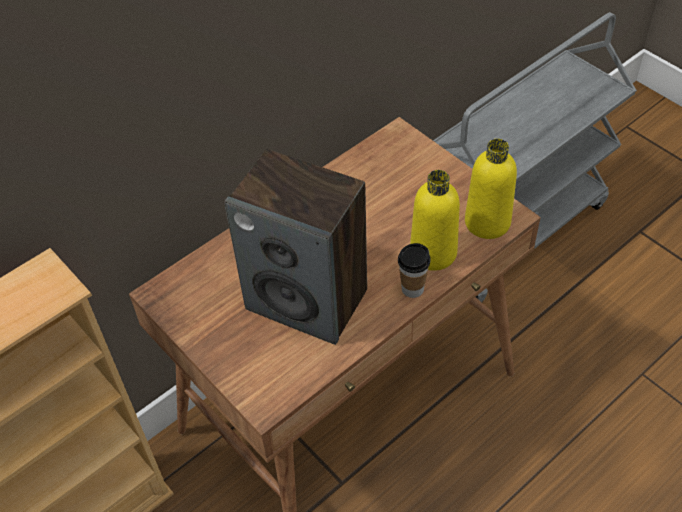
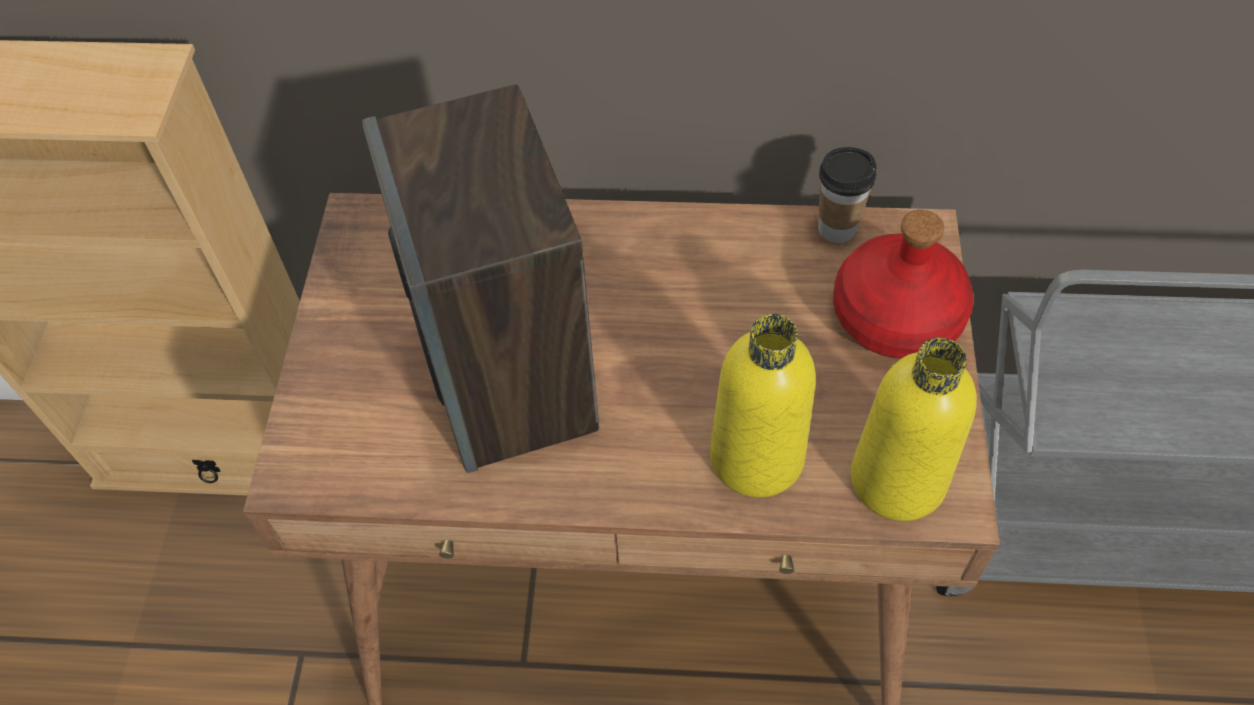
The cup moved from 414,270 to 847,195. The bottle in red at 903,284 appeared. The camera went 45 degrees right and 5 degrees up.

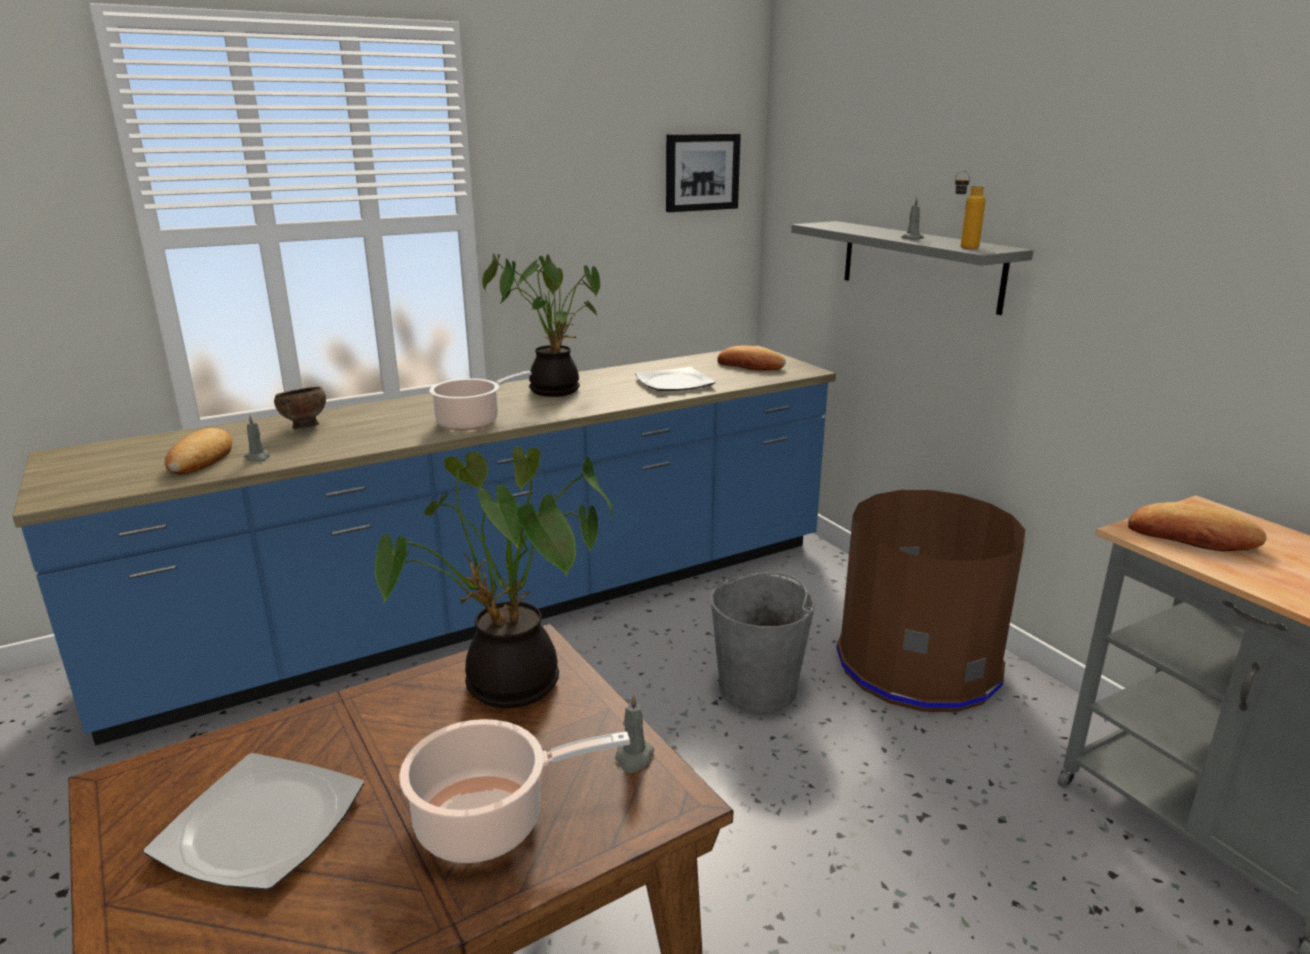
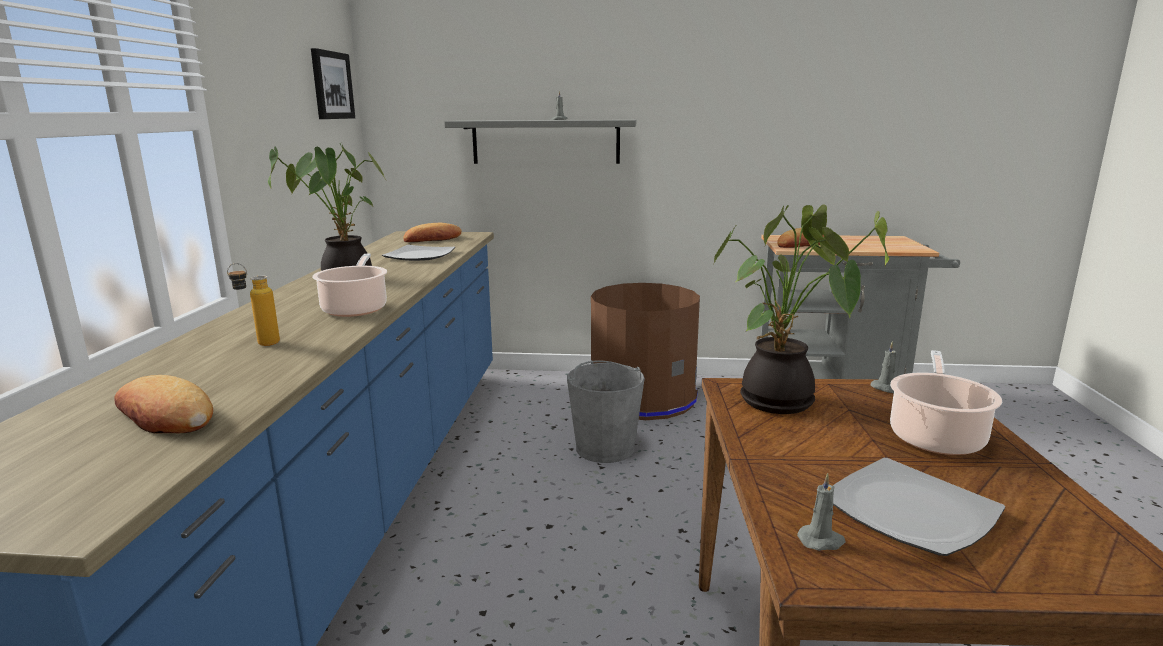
The bottle moved from 970,210 to 253,304. The candle in grey moved from 257,438 to 821,512. The bowl in brown at 300,408 disappeared. The camera went 55 degrees left and 5 degrees down.

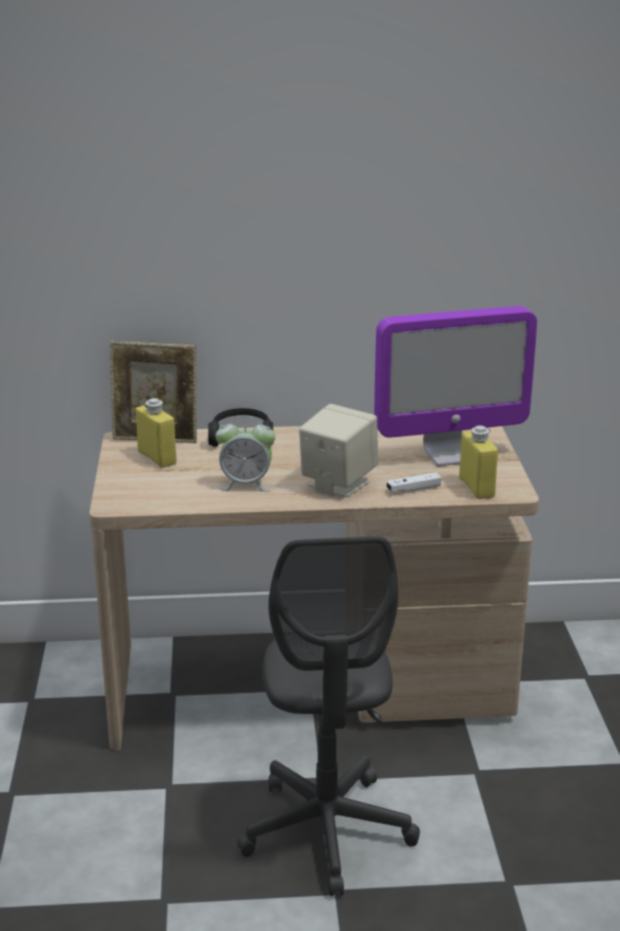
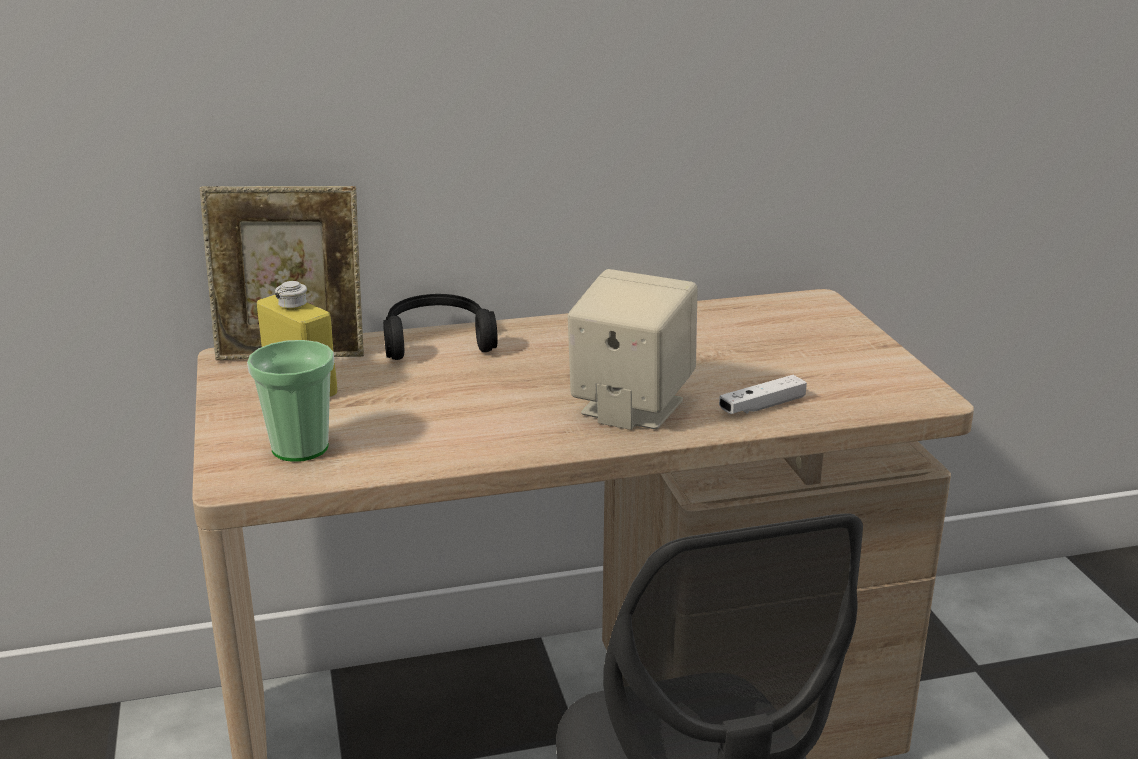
The cup at 290,401 appeared. The alarm clock at 245,453 disappeared. The monitor at 455,386 disappeared. The bottle in yellow at 478,462 disappeared. The camera went 10 degrees left and 0 degrees up.

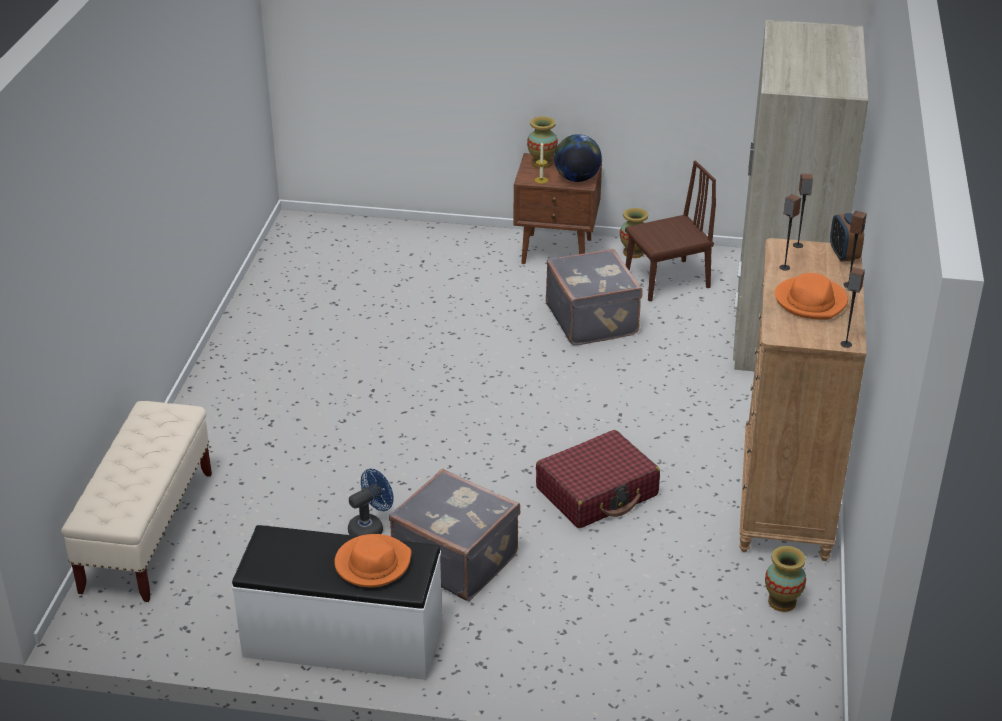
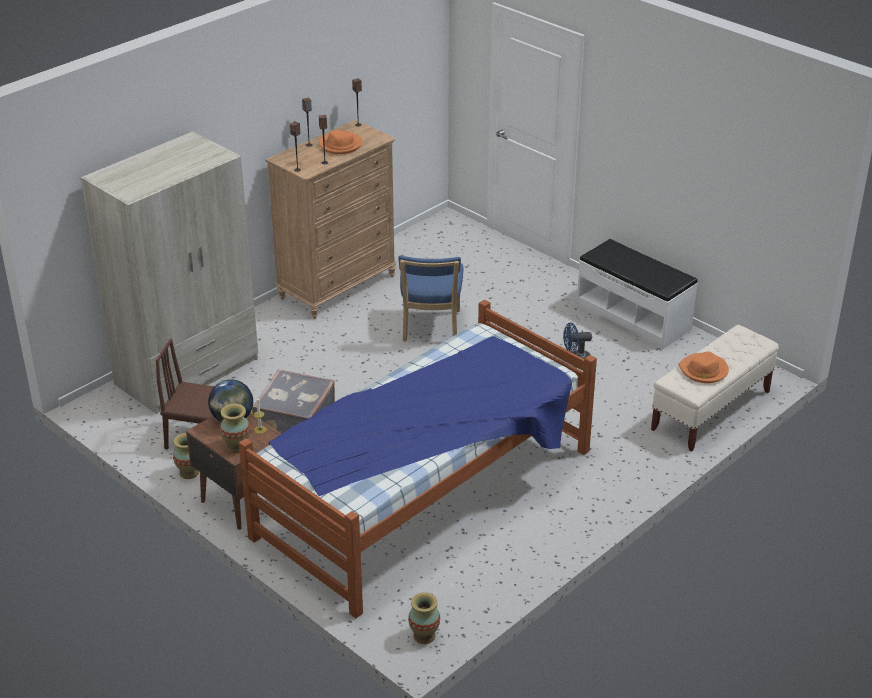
The bed at 418,458 appeared. The suitcase in red at 598,479 was replaced by the chair in blue at 430,299. The vase moved from 785,579 to 424,618. The hat in orange moved from 373,560 to 704,367. The suitcase in grey at 454,535 disappeared. The alarm clock at 847,237 disappeared. The camera went 145 degrees left and 0 degrees up.

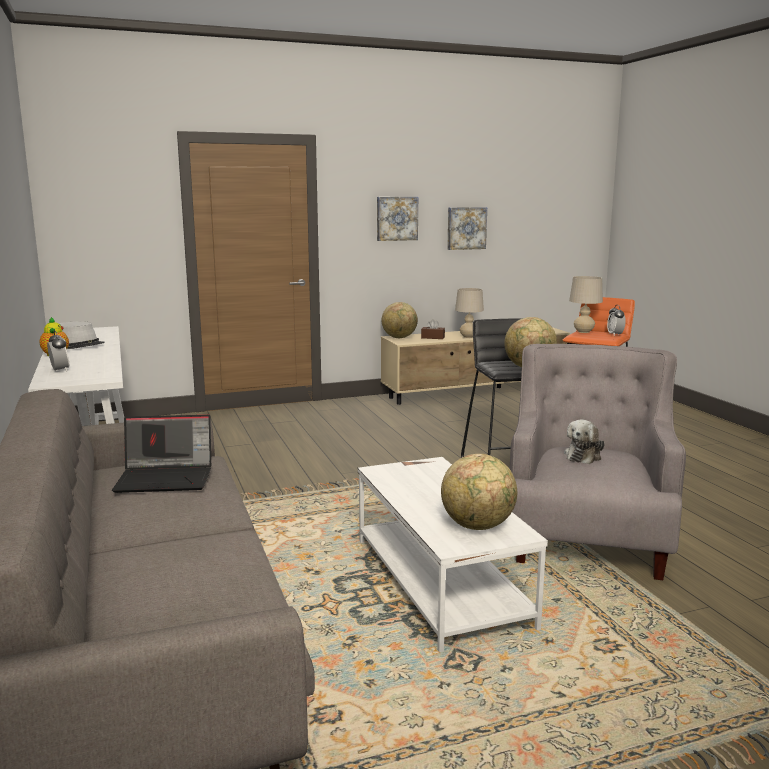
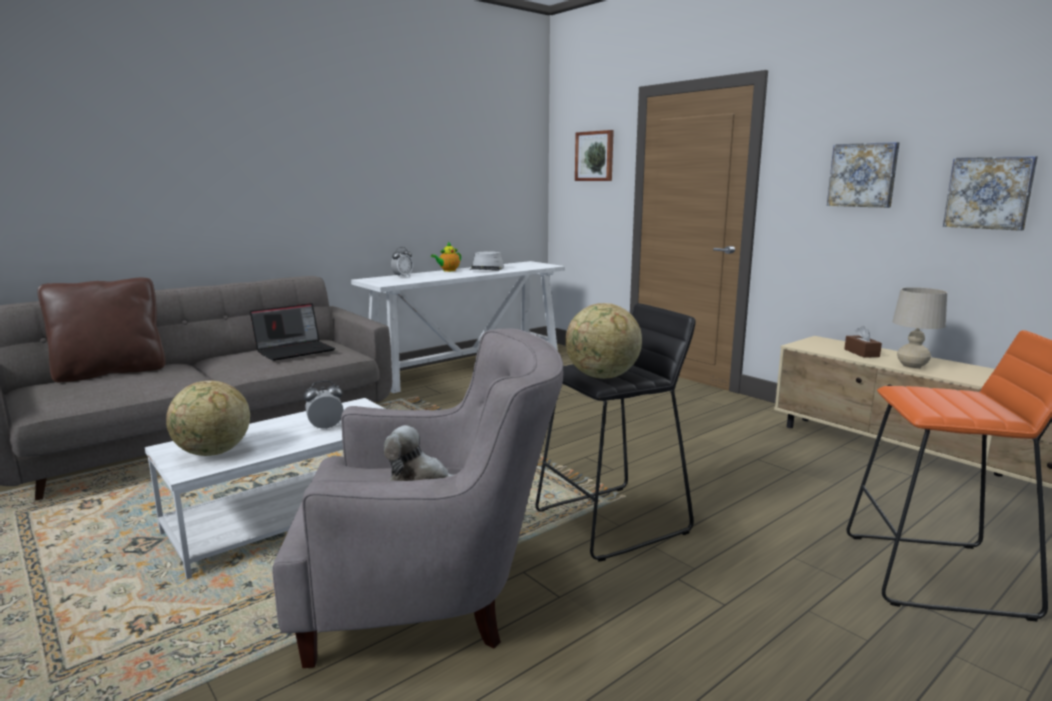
The pillow in brown at 101,330 appeared. The laptop at 161,454 turned 105 degrees counterclockwise. The alarm clock moved from 616,320 to 324,405. The picture at 594,155 appeared. The globe at 399,320 disappeared. The table lamp in beige at 586,304 disappeared. The camera went 70 degrees right and 0 degrees up.

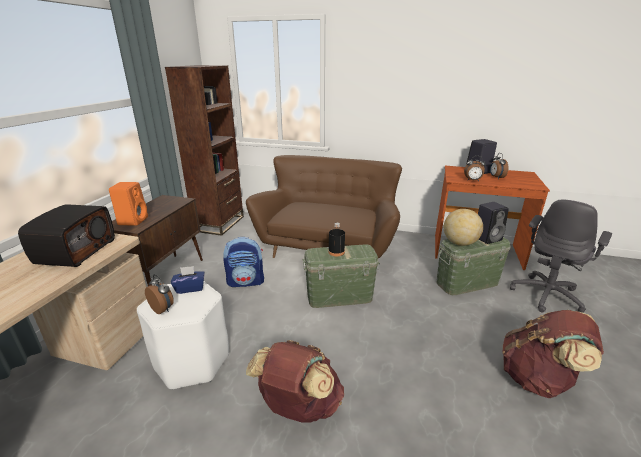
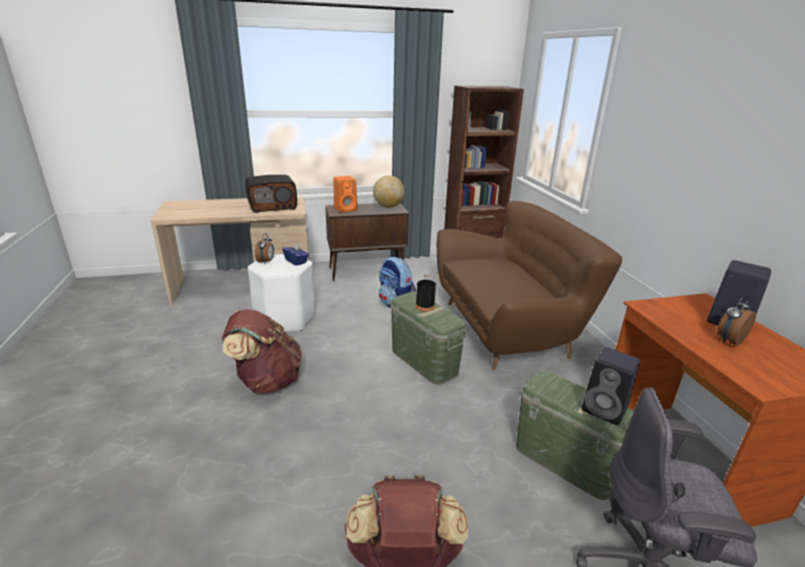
The globe moved from 463,227 to 388,191. The alarm clock at 475,168 disappeared. The camera went 60 degrees right and 0 degrees up.

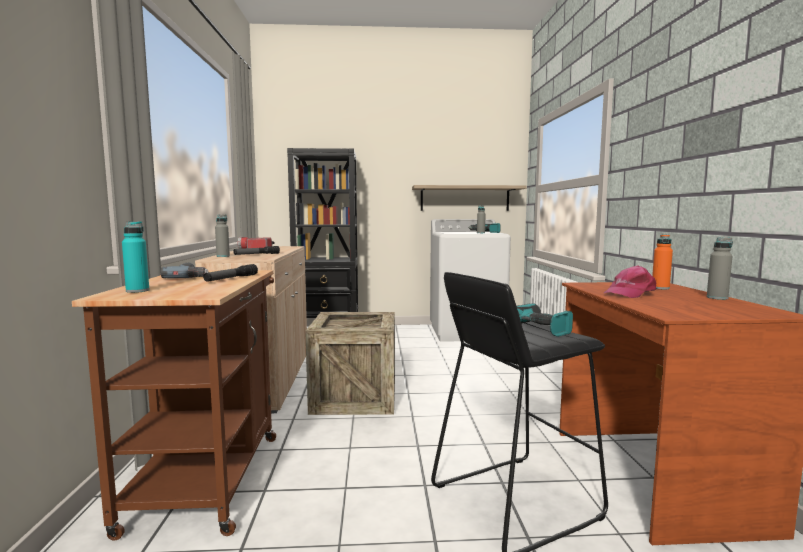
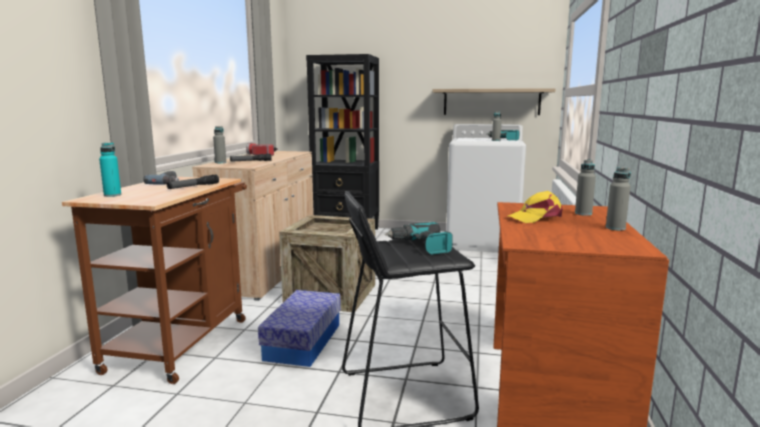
The storage box at 299,328 appeared. The cap in pink at 630,281 became the cap in yellow at 535,207. The bottle in orange at 662,261 became the bottle in grey at 585,187. The camera went 15 degrees right and 5 degrees up.

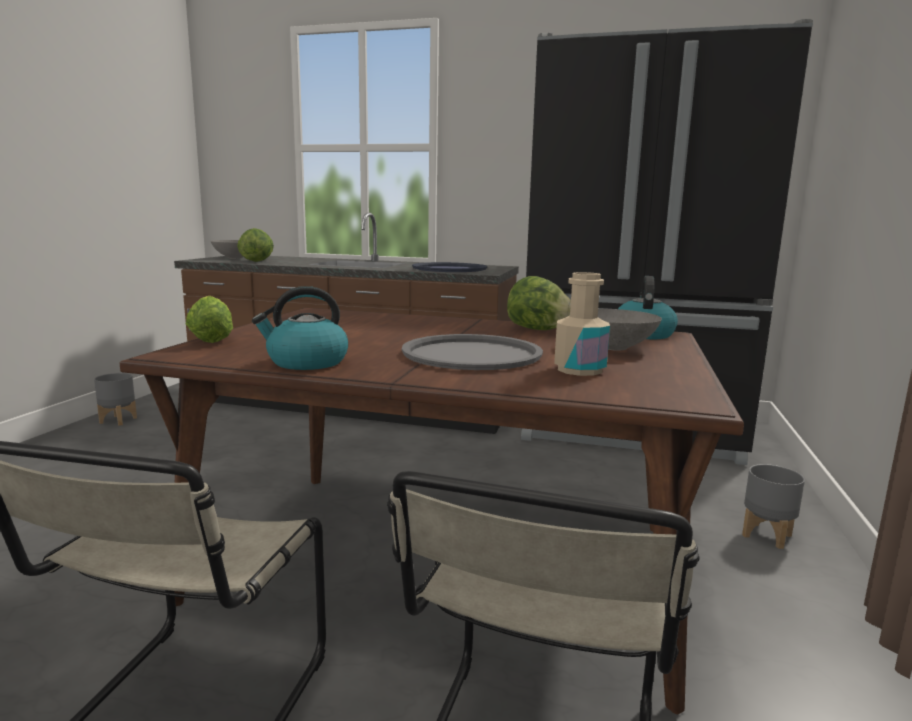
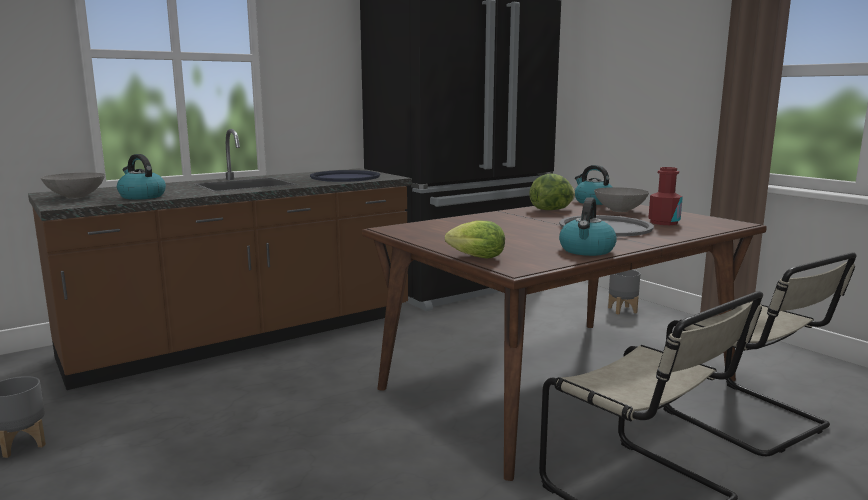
The lettuce at 255,245 was replaced by the kettle at 141,177. The bottle in beige at 582,324 became the bottle in red at 665,196. The camera went 50 degrees left and 0 degrees up.

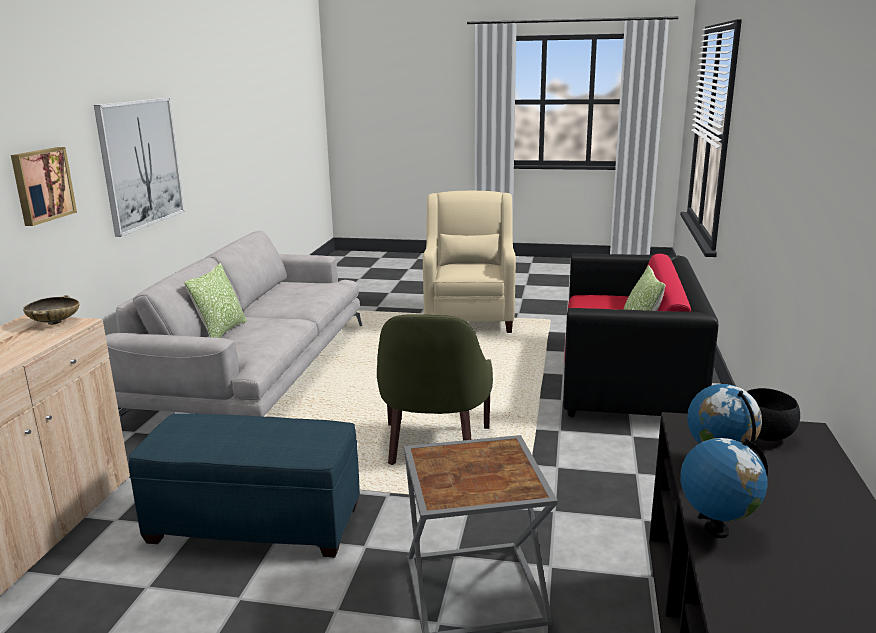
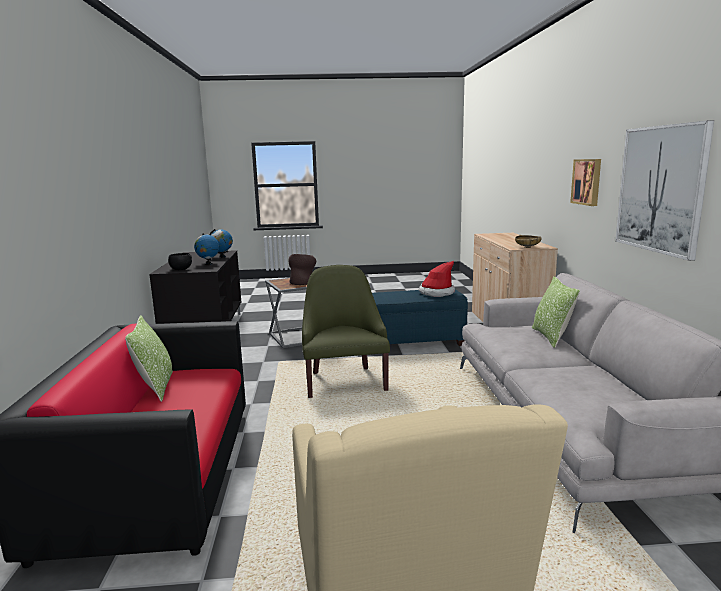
The vase in brown at 302,269 appeared. The hat at 437,279 appeared. The camera went 165 degrees right and 5 degrees down.

